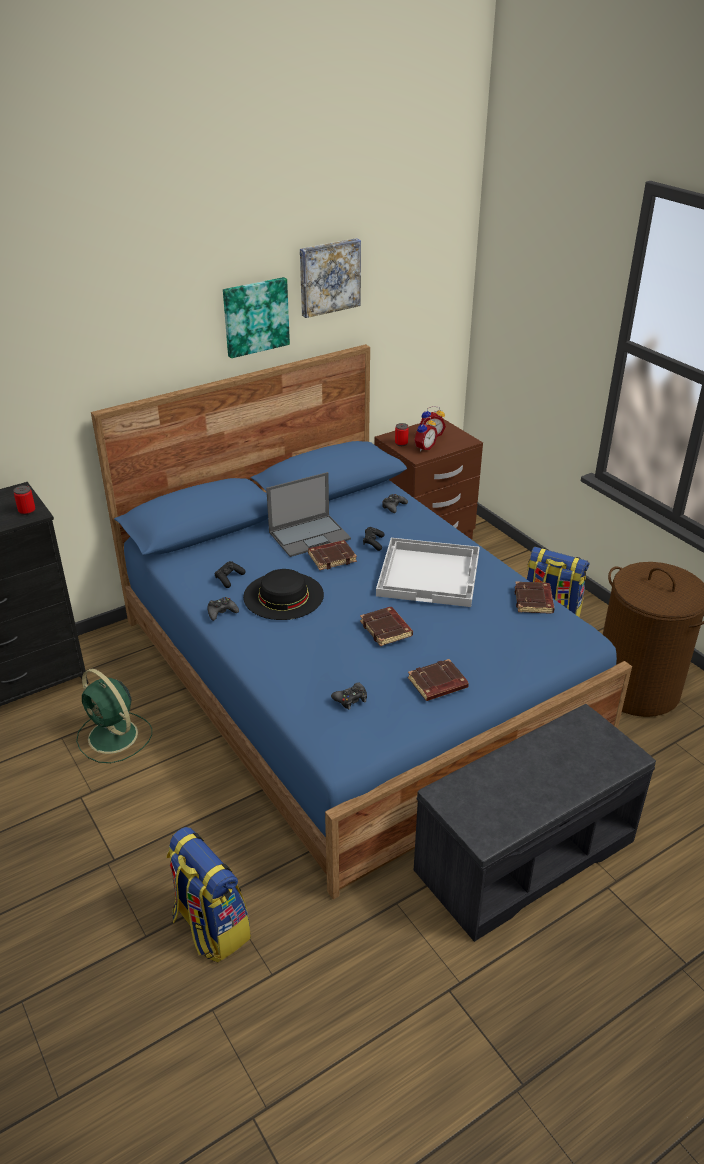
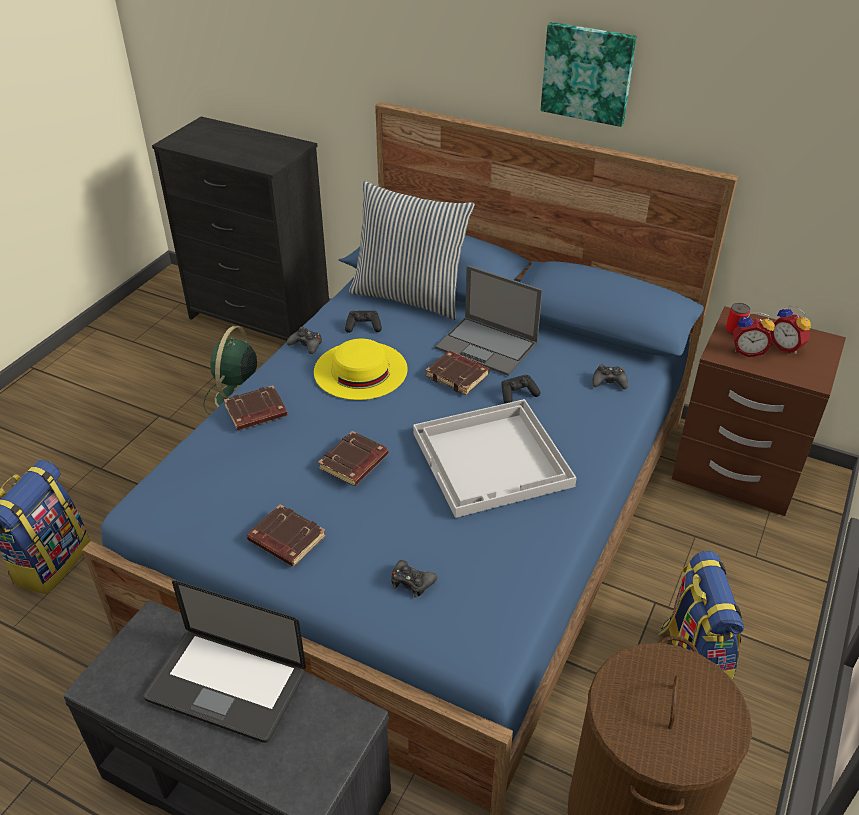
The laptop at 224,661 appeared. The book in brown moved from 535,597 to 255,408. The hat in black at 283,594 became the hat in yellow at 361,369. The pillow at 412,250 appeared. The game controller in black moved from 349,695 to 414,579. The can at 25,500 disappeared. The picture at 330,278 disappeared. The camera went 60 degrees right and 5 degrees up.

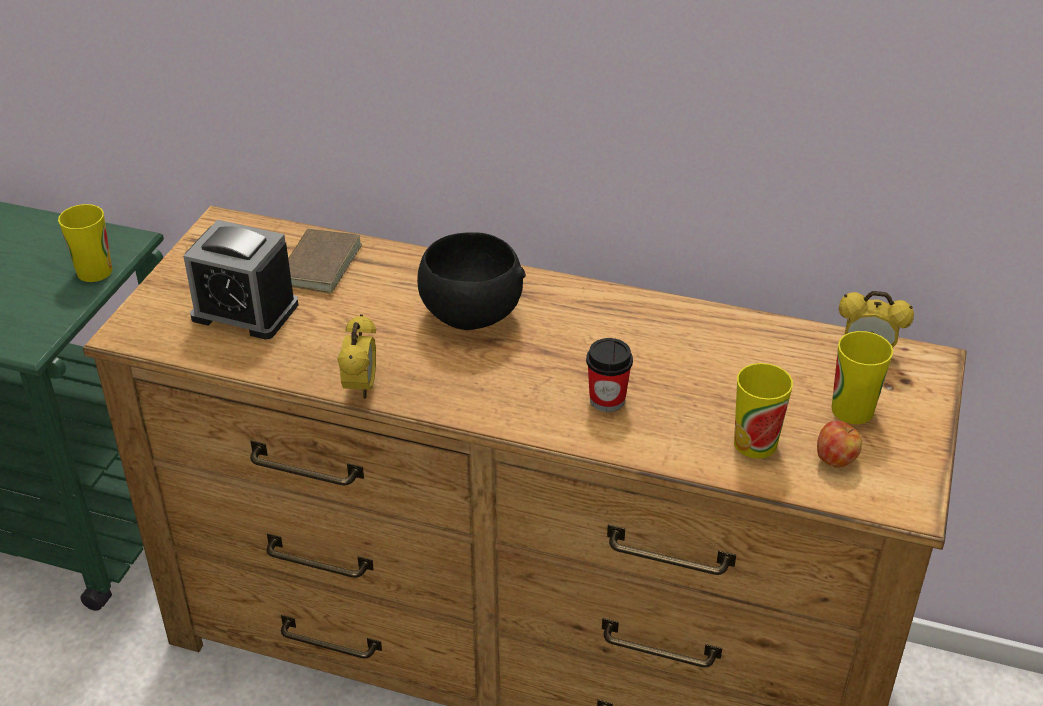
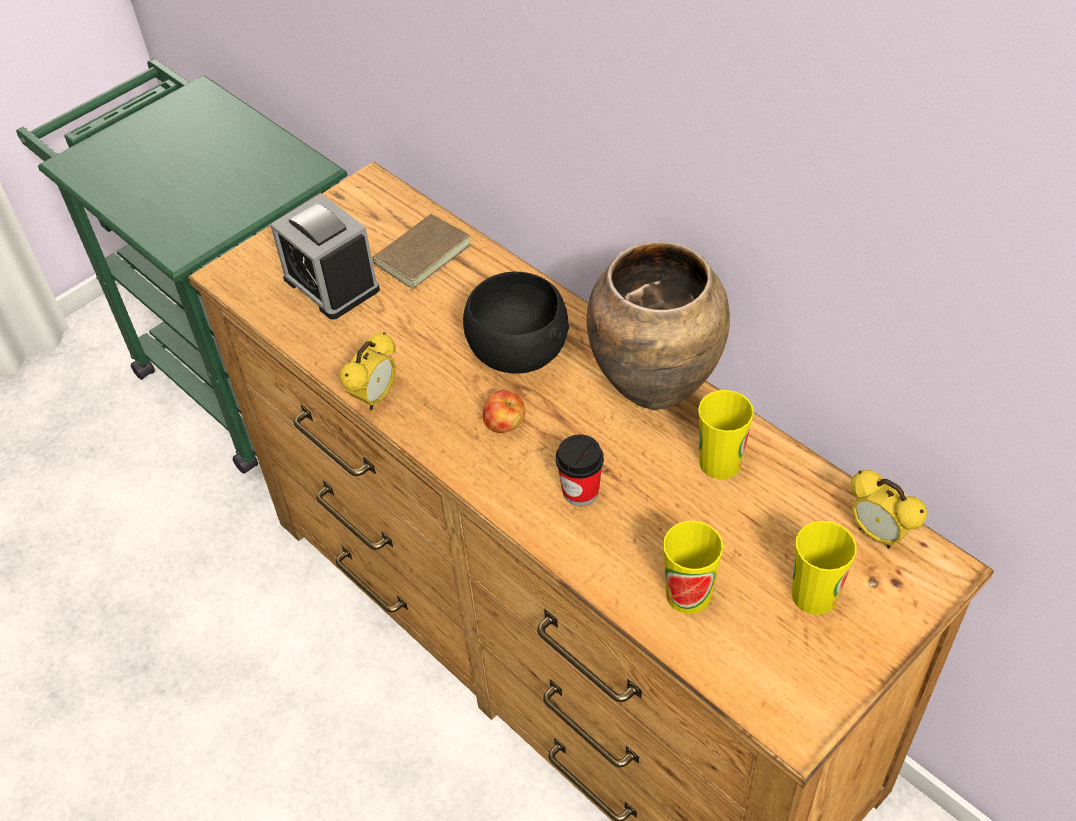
The apple moved from 839,444 to 504,411. The vase in brown at 658,325 appeared. The cup moved from 85,243 to 726,434. The camera went 30 degrees right and 10 degrees up.

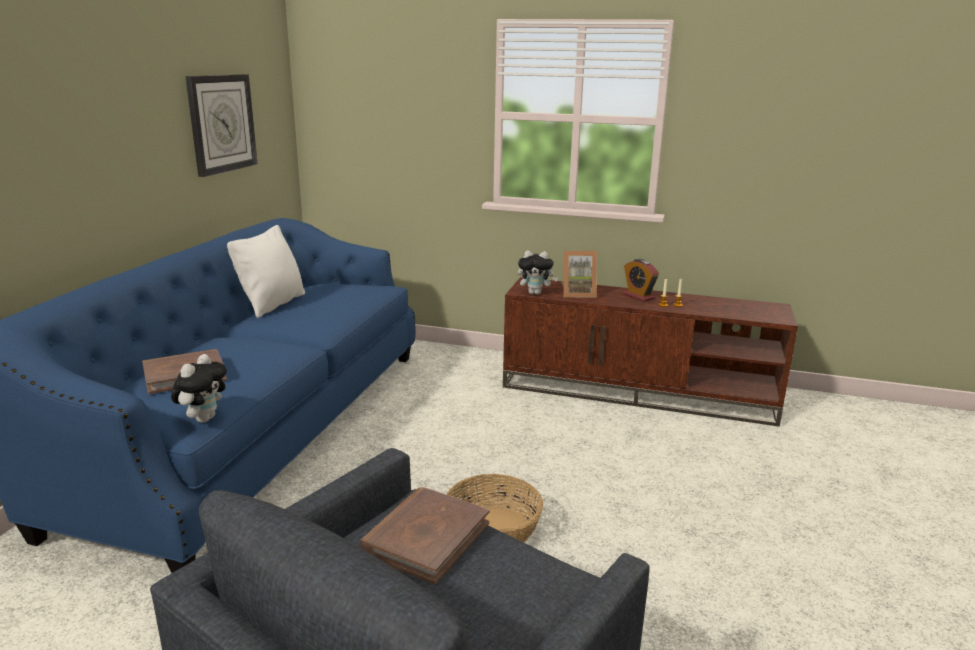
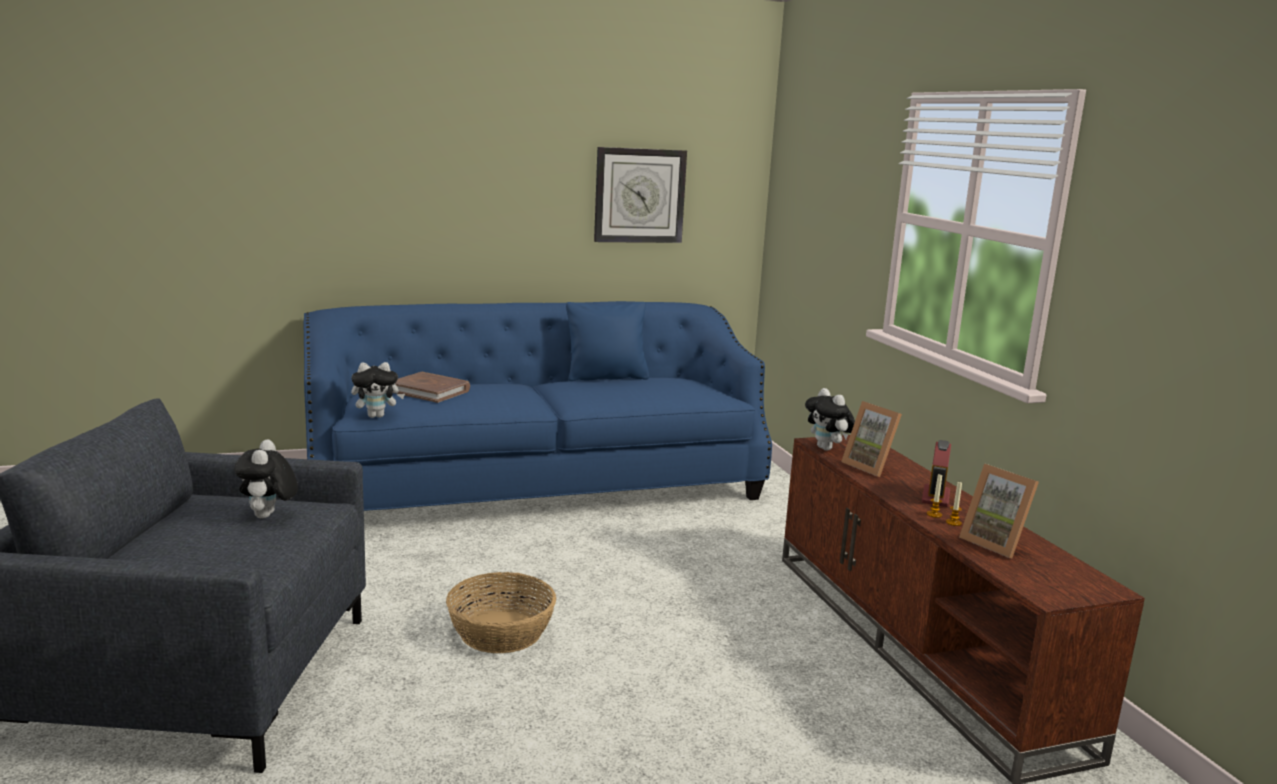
The book in brown at 424,535 was replaced by the plush toy at 266,478. The pillow in white at 266,271 became the pillow in blue at 607,341. The picture frame at 999,511 appeared. The camera went 55 degrees right and 5 degrees down.

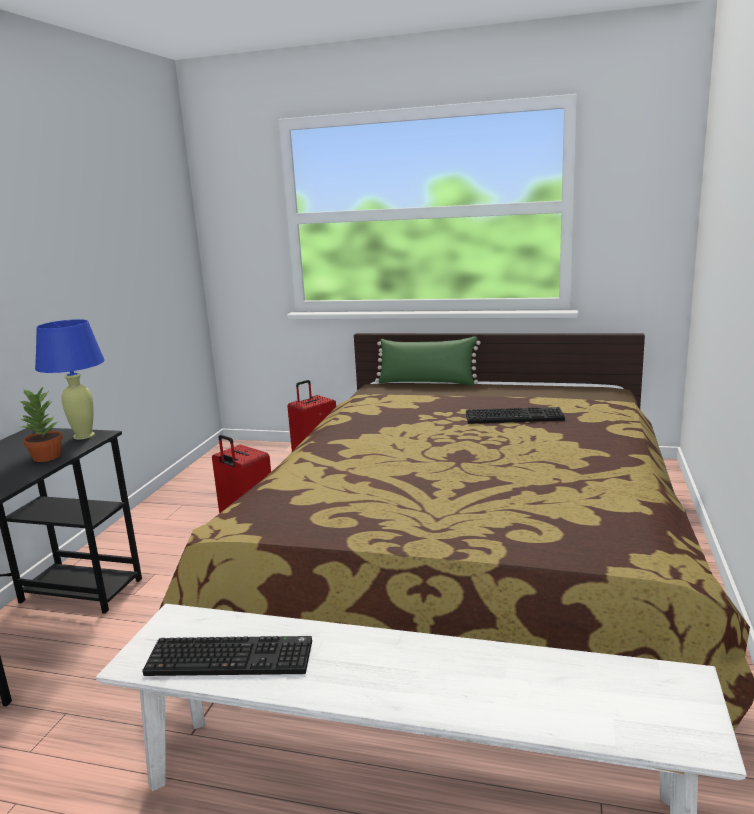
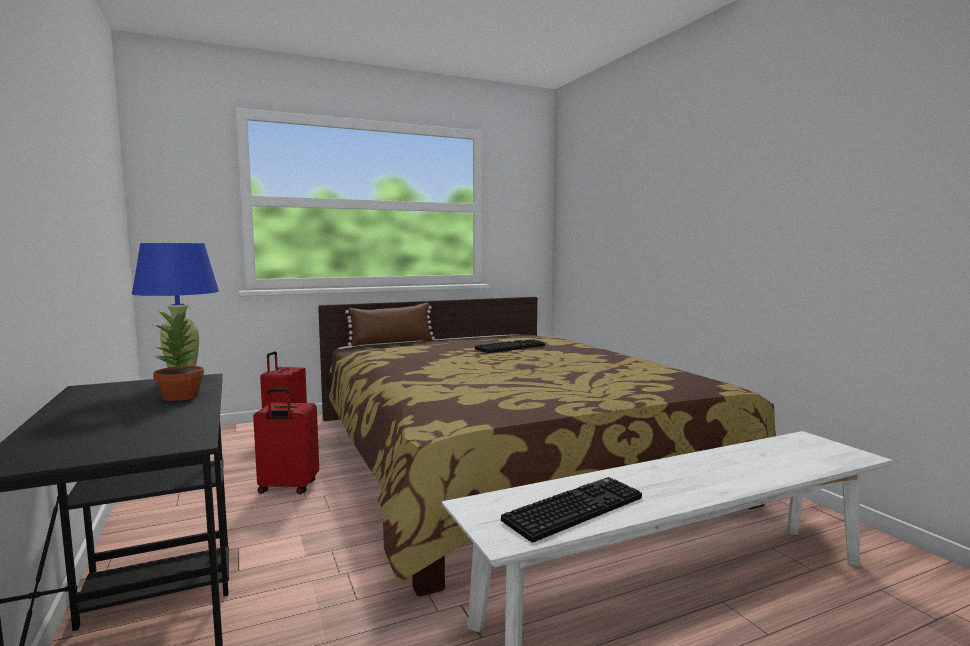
The pillow in green at 428,360 became the pillow in brown at 390,324. The camera went 40 degrees left and 10 degrees down.

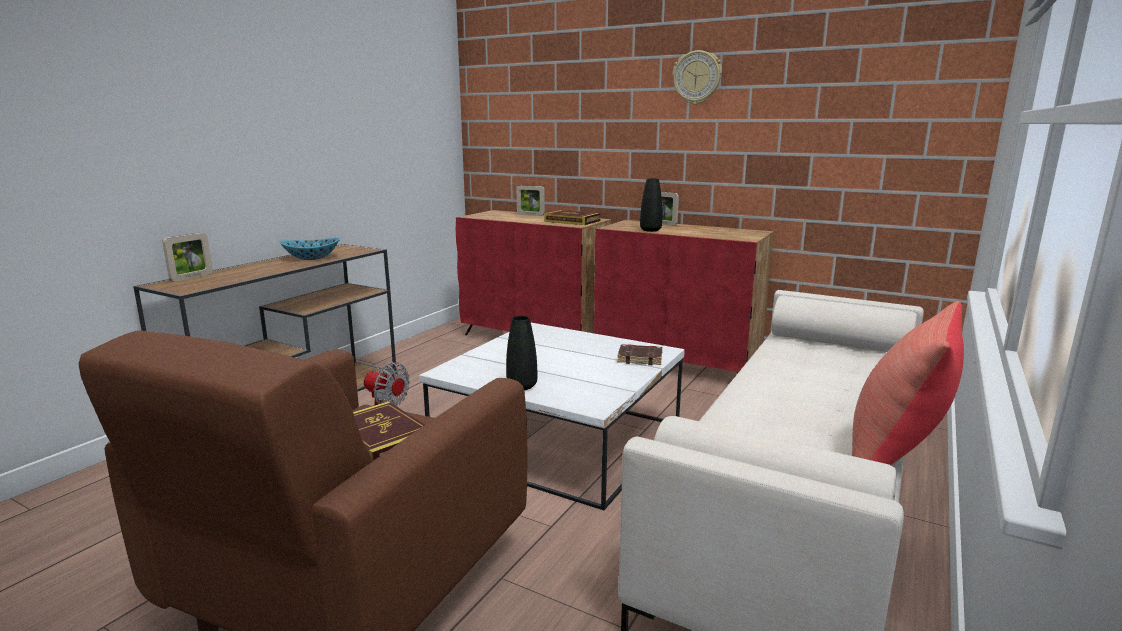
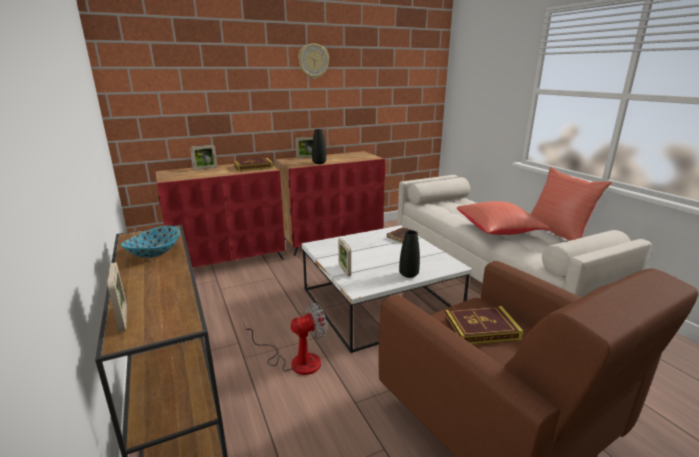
The picture frame at 344,257 appeared. The pillow in red at 503,218 appeared. The camera went 55 degrees left and 5 degrees up.

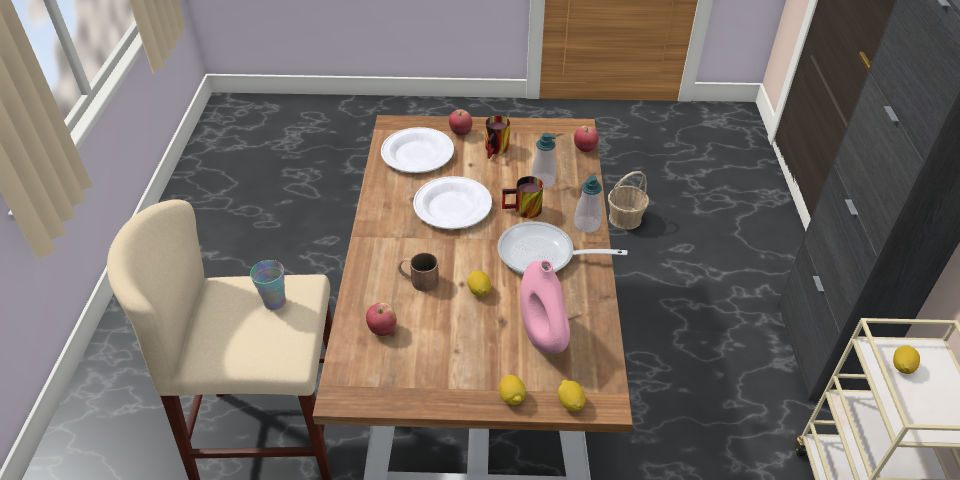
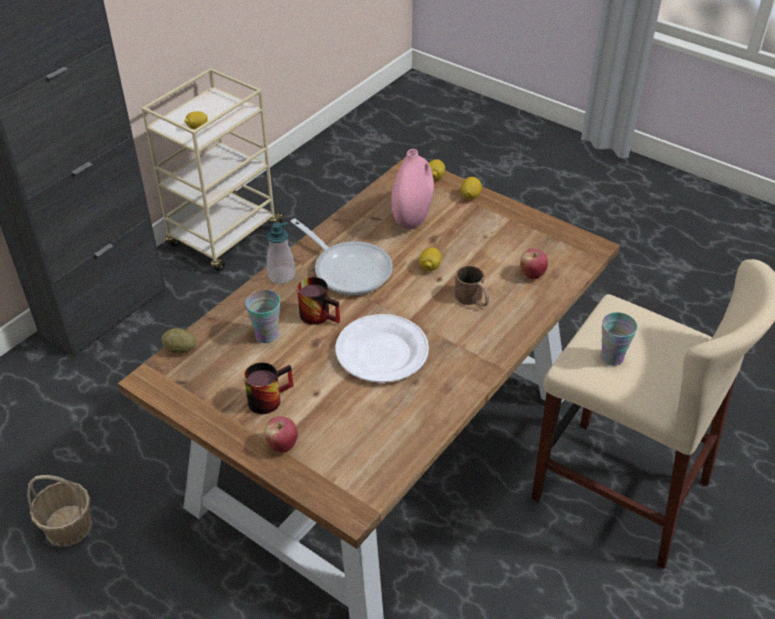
The apple at 586,139 was replaced by the potato at 178,341. The soap dispenser at 543,160 was replaced by the cup at 262,316. The plate in white at 417,150 disappeared. The camera went 145 degrees left and 0 degrees up.

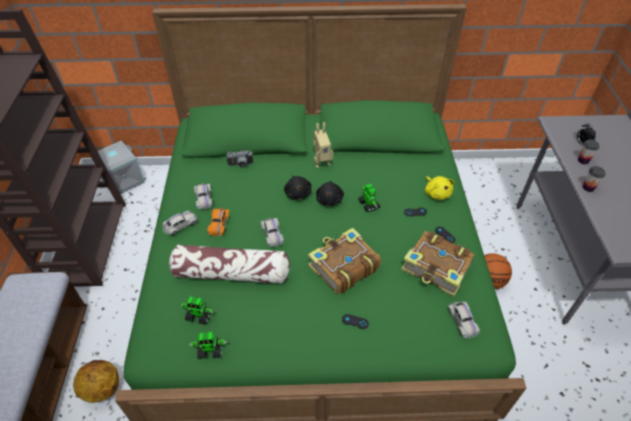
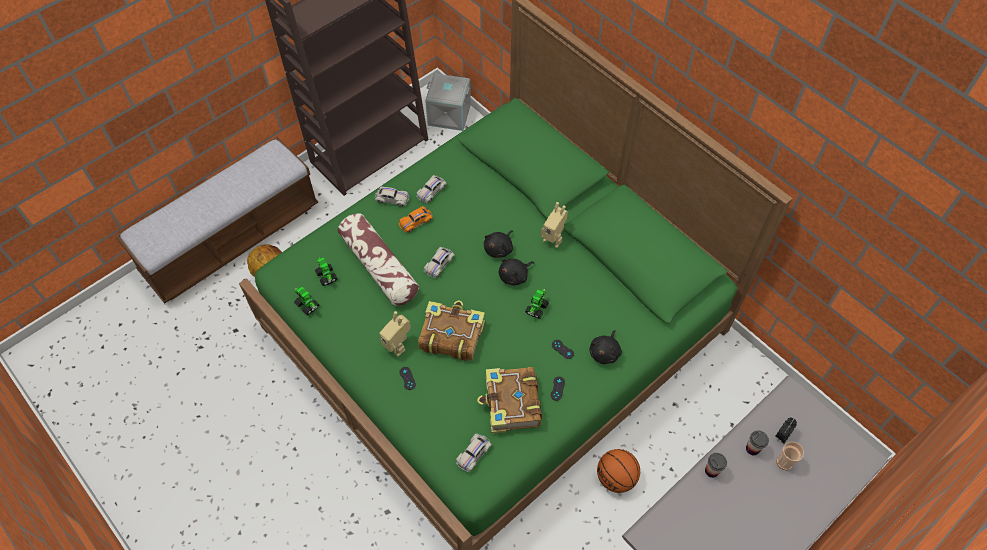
The toy robot at 395,334 appeared. The plush toy in yellow at 439,188 became the plush toy in black at 605,347. The cup at 790,456 appeared. The photo camera at 239,159 disappeared. The camera went 50 degrees right and 10 degrees up.

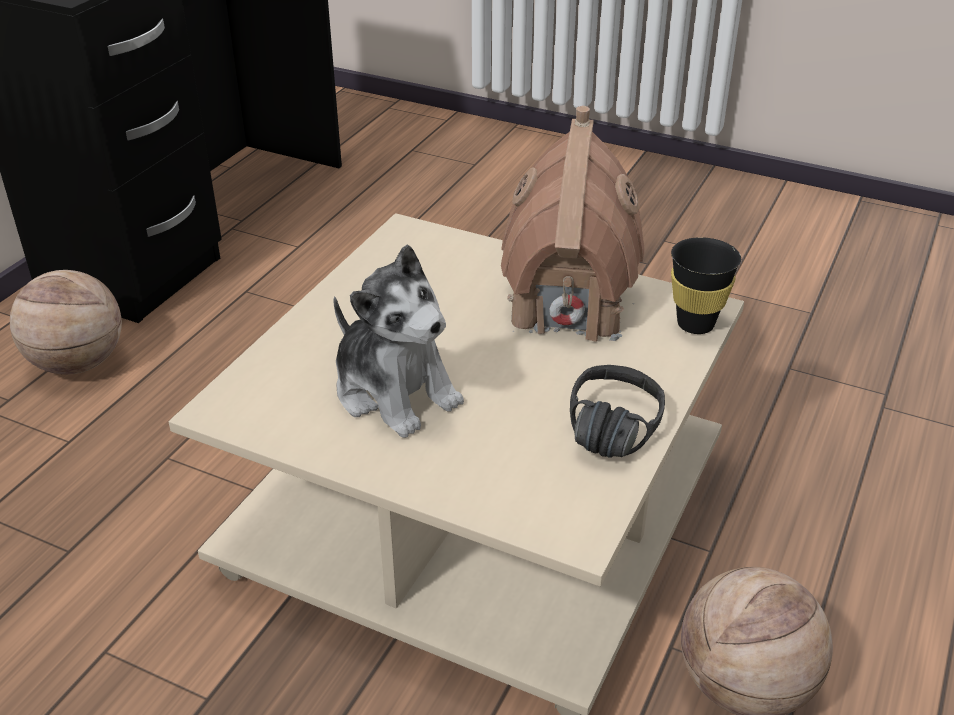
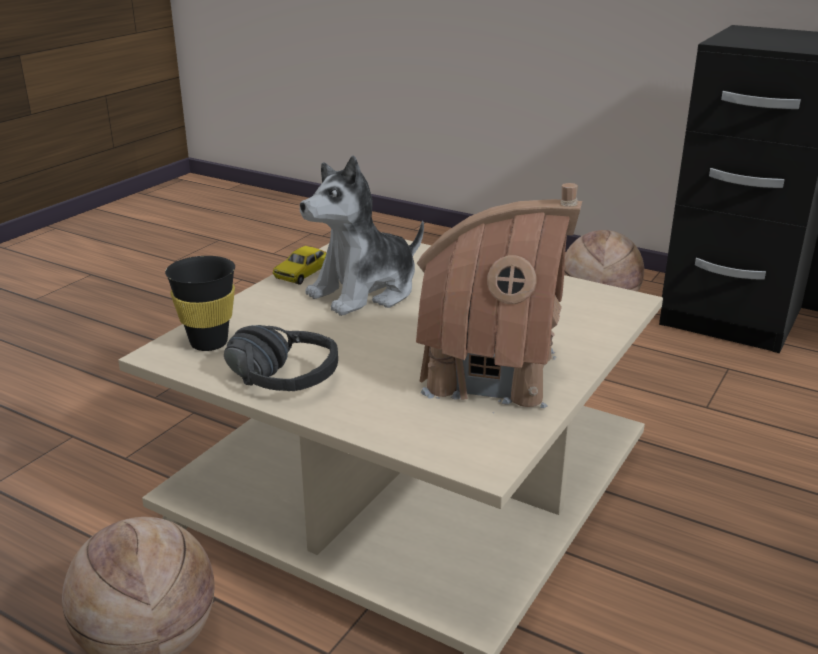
The cup in black moved from 706,285 to 200,303. The toy car at 300,265 appeared. The camera went 95 degrees right and 10 degrees down.

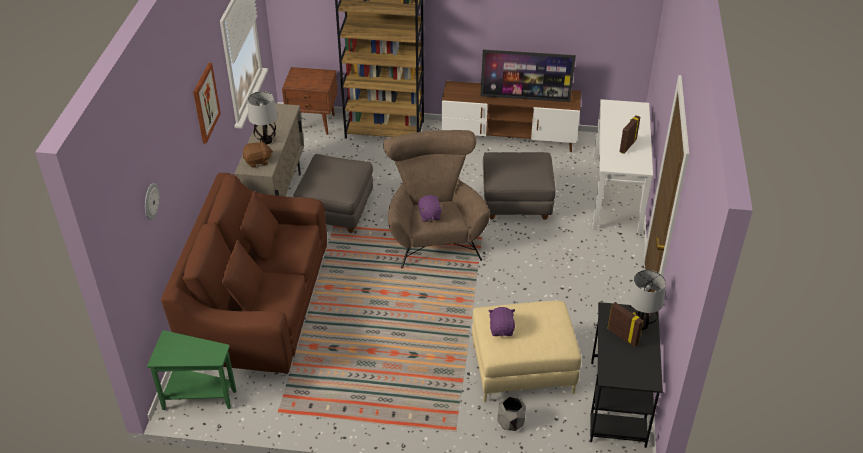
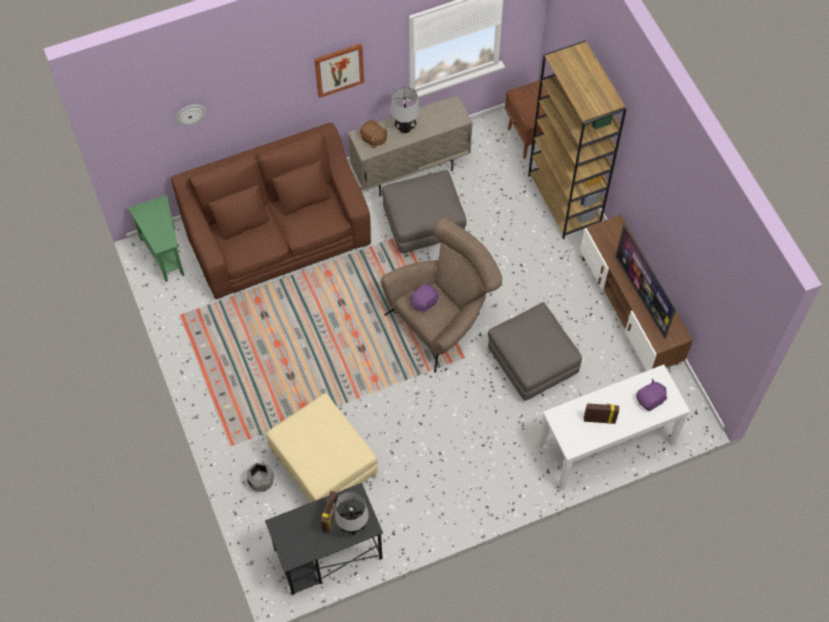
The plush toy in purple moved from 501,321 to 651,395. The camera went 60 degrees right and 20 degrees up.

